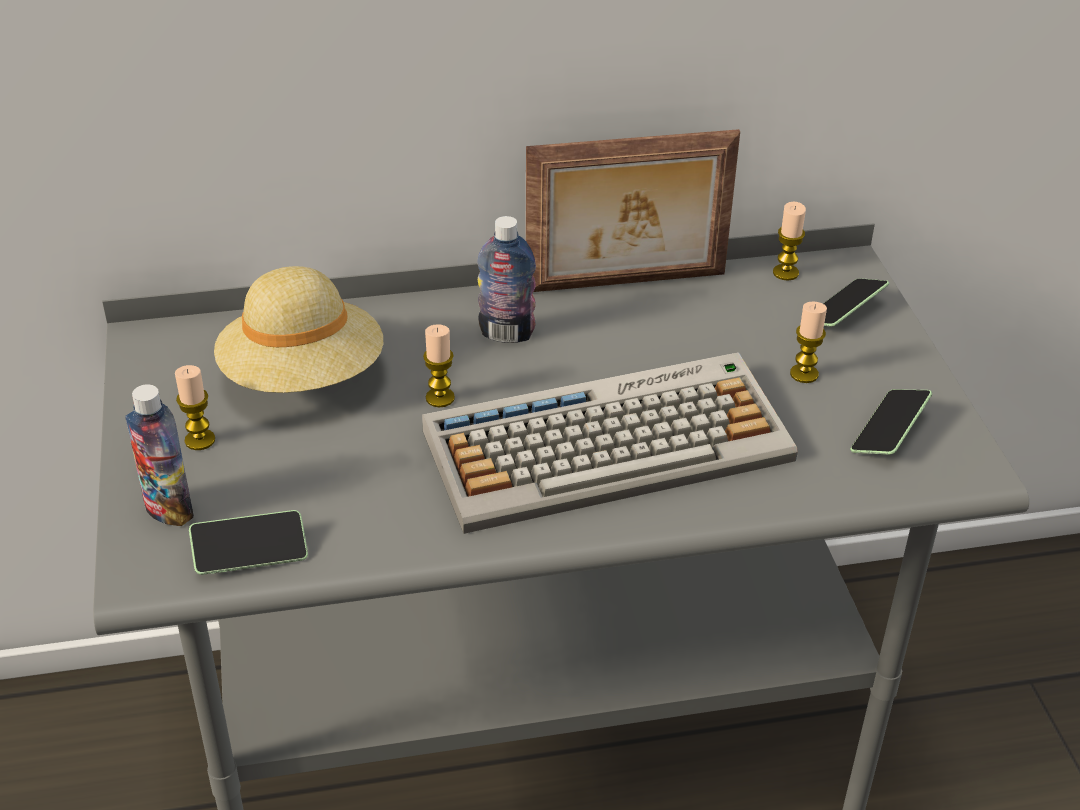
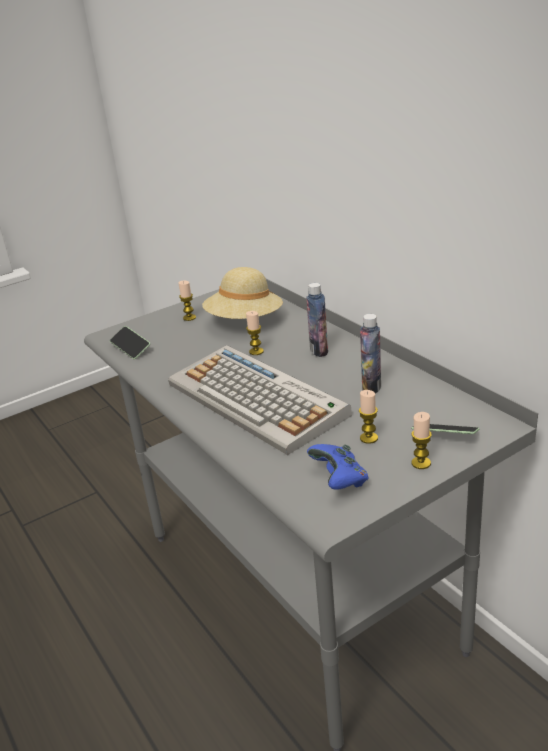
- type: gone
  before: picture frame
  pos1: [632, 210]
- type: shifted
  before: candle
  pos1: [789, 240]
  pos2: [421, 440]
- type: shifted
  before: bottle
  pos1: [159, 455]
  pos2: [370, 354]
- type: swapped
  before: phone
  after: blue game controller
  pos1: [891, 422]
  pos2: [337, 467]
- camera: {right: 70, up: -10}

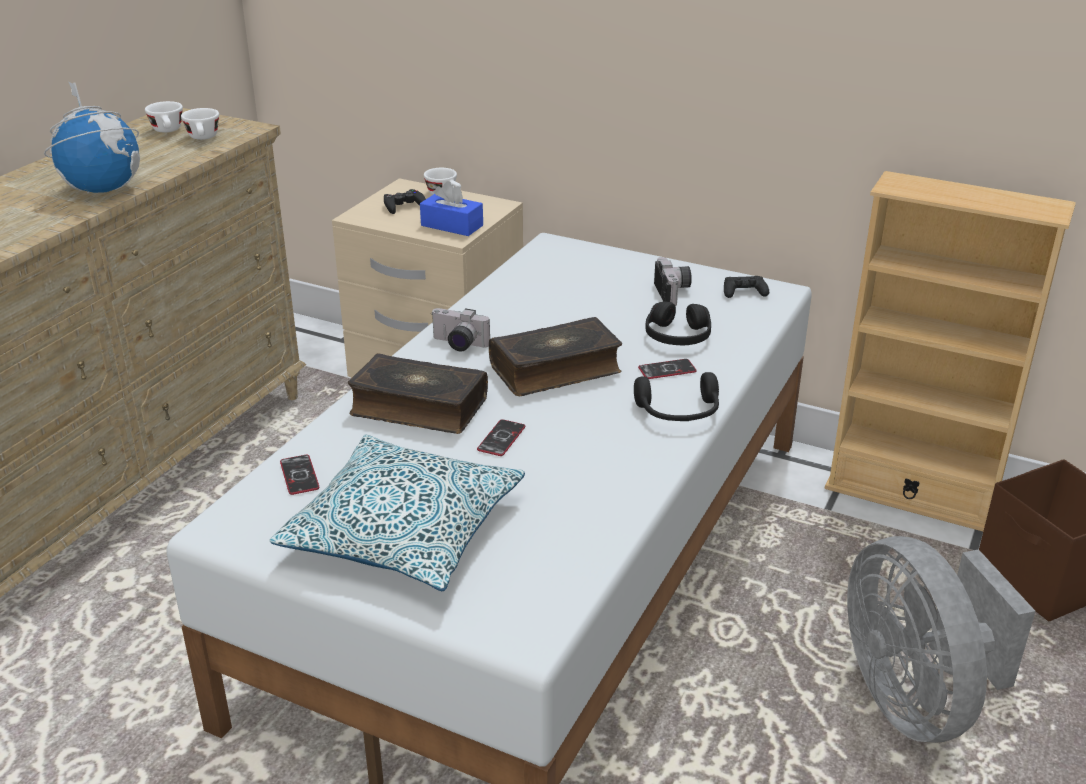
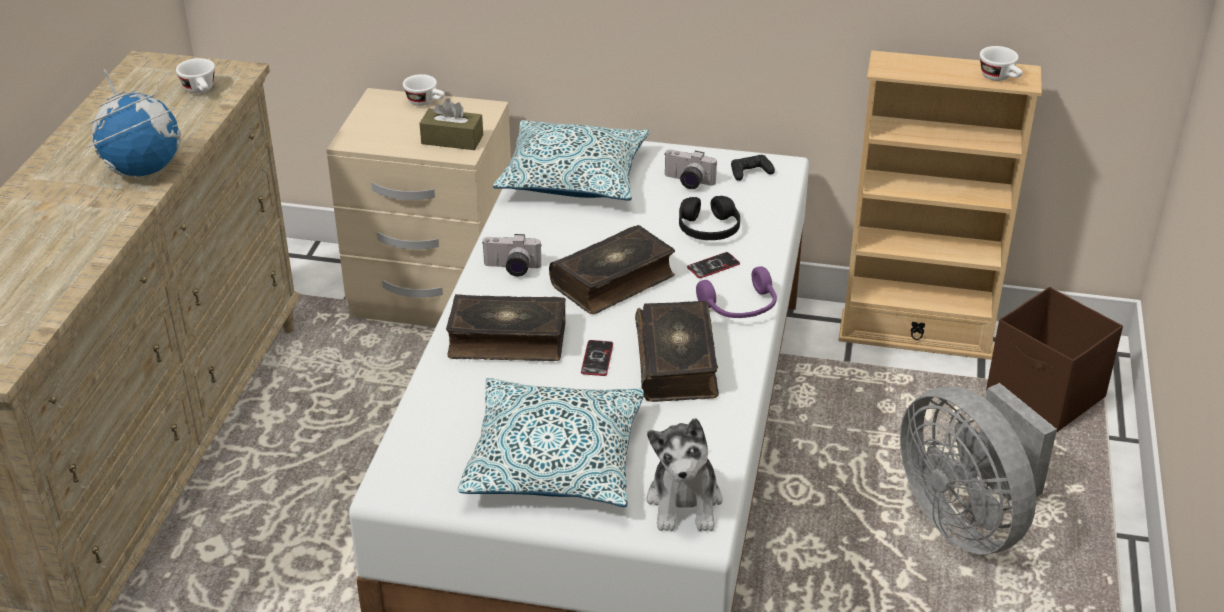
- type: shifted
  before: white cup
  pos1: [164, 116]
  pos2: [1001, 63]
- type: repainted
  before: blue tissue box
  after: brown tissue box
  pos1: [451, 208]
  pos2: [451, 124]
- type: gone
  before: black game controller
  pos1: [405, 201]
- type: rotated
  before: photo camera
  pos1: [673, 281]
  pos2: [691, 169]
  turn: 135
- type: repainted
  before: black headphones
  after: purple headphones
  pos1: [676, 396]
  pos2: [736, 292]
- type: gone
  before: phone
  pos1: [300, 475]
- type: new
  after: pillow
  pos2: [571, 160]
- type: new
  after: book
  pos2: [677, 351]
- type: new
  after: plush toy
  pos2: [685, 475]
- camera: {right: -15, up: 5}

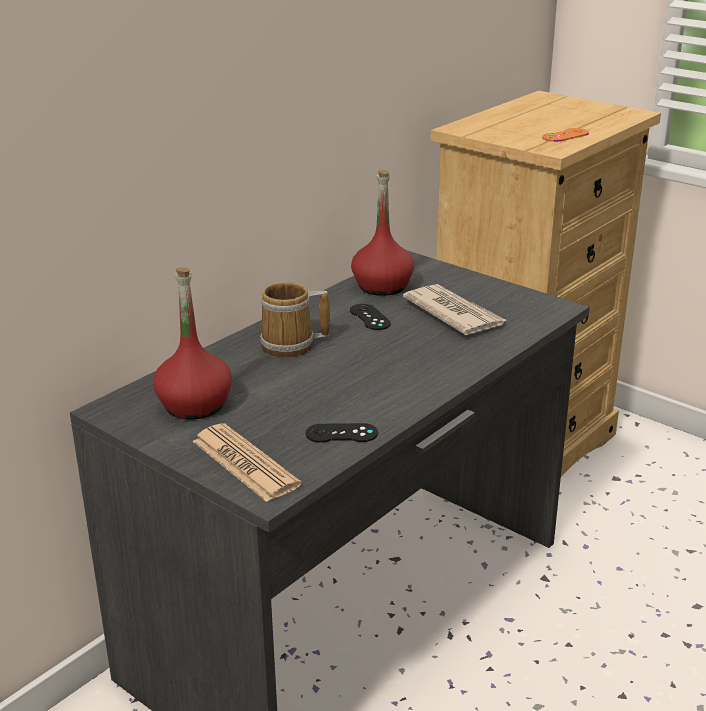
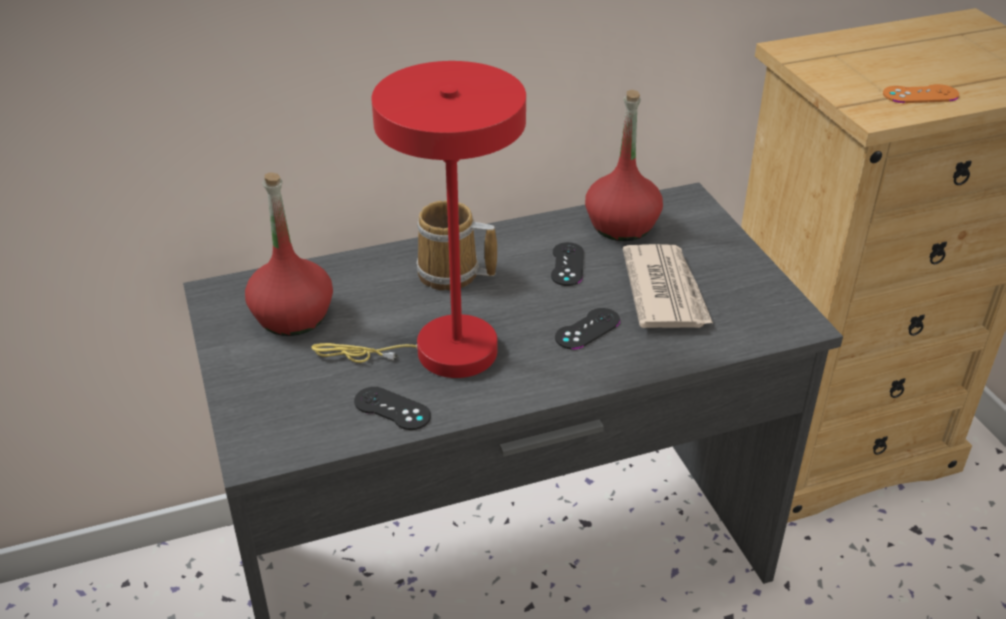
- type: gone
  before: newspaper
  pos1: [246, 462]
- type: new
  after: red table lamp
  pos2: [418, 219]
- type: new
  after: black game controller
  pos2: [587, 328]
- camera: {right: 30, up: 10}

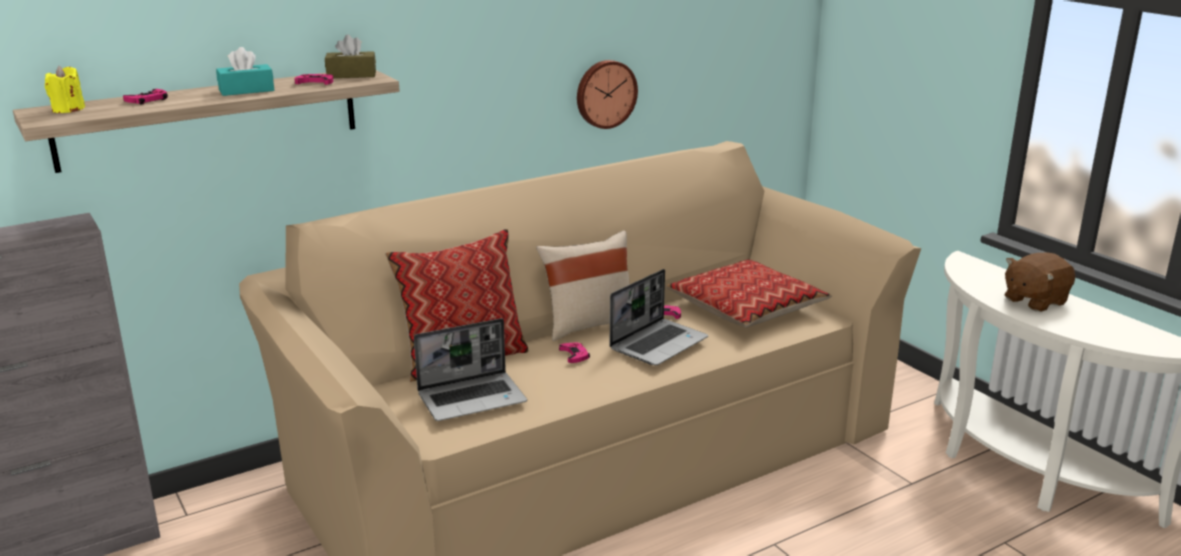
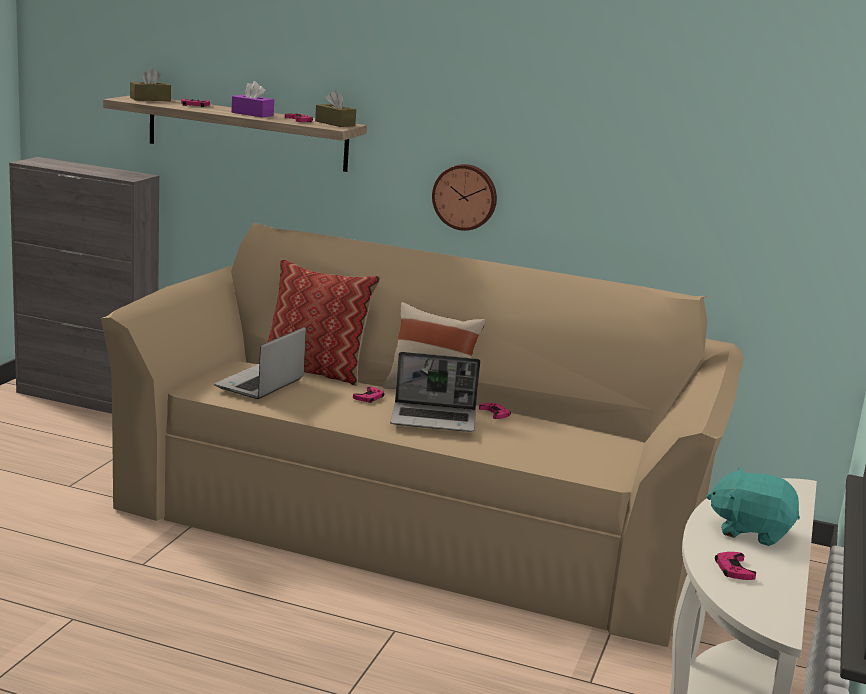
- type: repainted
  before: turquoise tissue box
  after: purple tissue box
  pos1: [245, 71]
  pos2: [252, 99]
- type: shifted
  before: wall clock
  pos1: [607, 94]
  pos2: [464, 197]
- type: swapped
  before: yellow candle
  after: brown tissue box
  pos1: [65, 89]
  pos2: [150, 84]
- type: repainted
  before: brown plush toy
  after: turquoise plush toy
  pos1: [1040, 282]
  pos2: [753, 506]
- type: gone
  before: pillow
  pos1: [749, 293]
- type: rotated
  before: laptop
  pos1: [470, 369]
  pos2: [260, 363]
  turn: 90
- type: new
  after: pink game controller
  pos2: [735, 566]
- camera: {right: 50, up: -5}

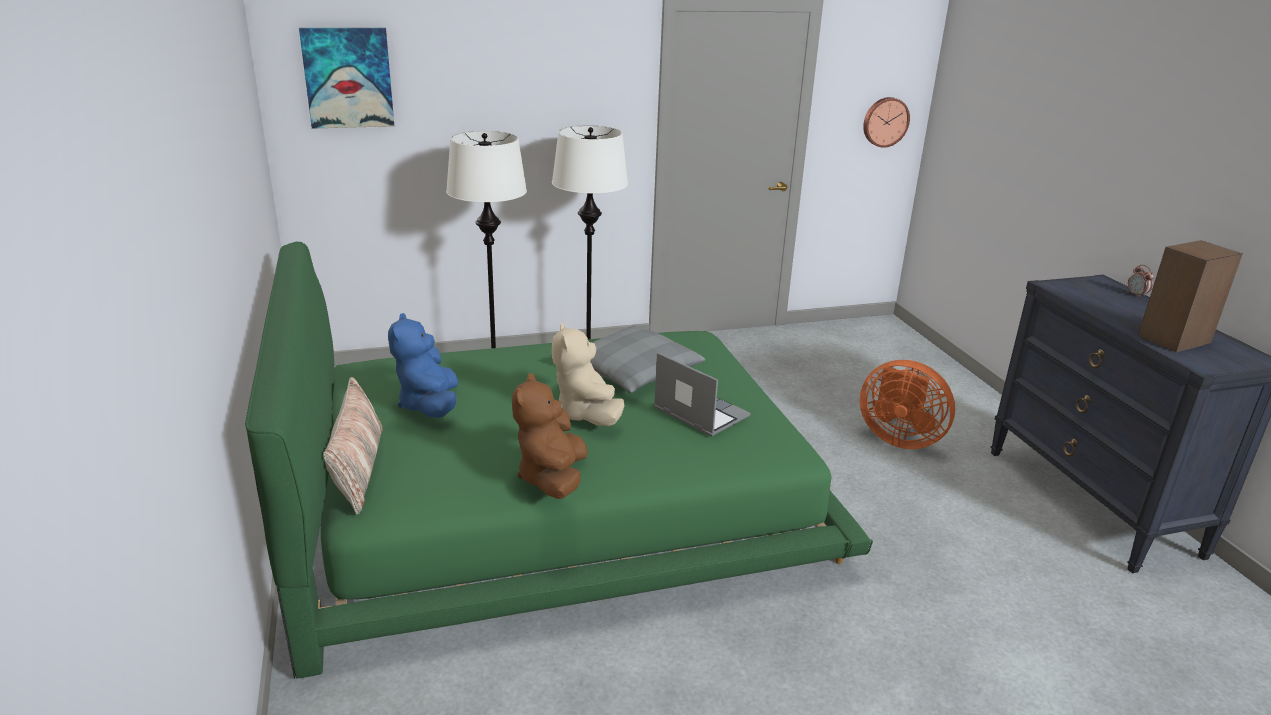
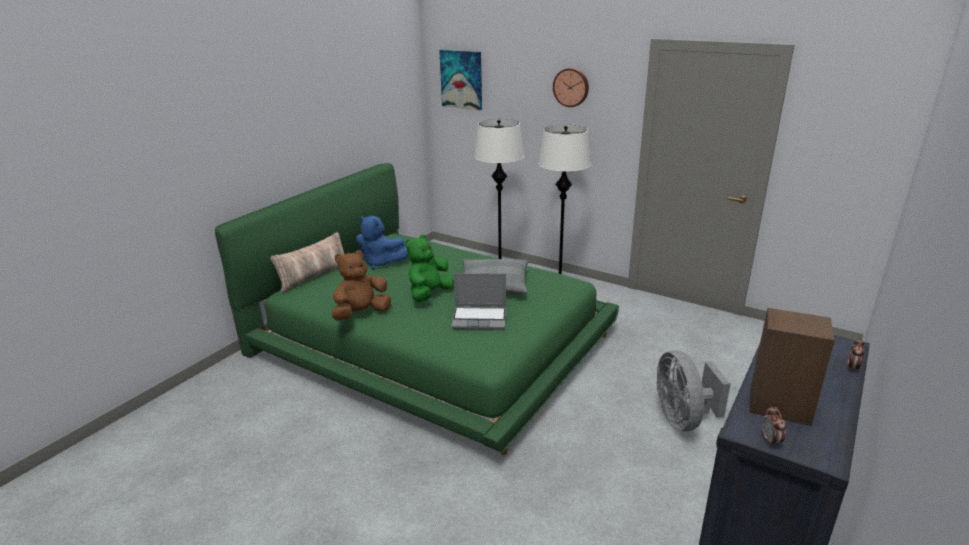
- type: shifted
  before: wall clock
  pos1: [886, 122]
  pos2: [571, 87]
- type: rotated
  before: blue plush toy
  pos1: [423, 365]
  pos2: [382, 242]
  turn: -105
- type: repainted
  before: beige plush toy
  after: green plush toy
  pos1: [588, 374]
  pos2: [429, 268]
- type: rotated
  before: laptop
  pos1: [702, 394]
  pos2: [478, 301]
  turn: 90
- type: repainted
  before: orange fan
  after: grey fan
  pos1: [907, 404]
  pos2: [693, 391]
- type: new
  after: alarm clock
  pos2: [774, 426]
- camera: {right: 50, up: 0}

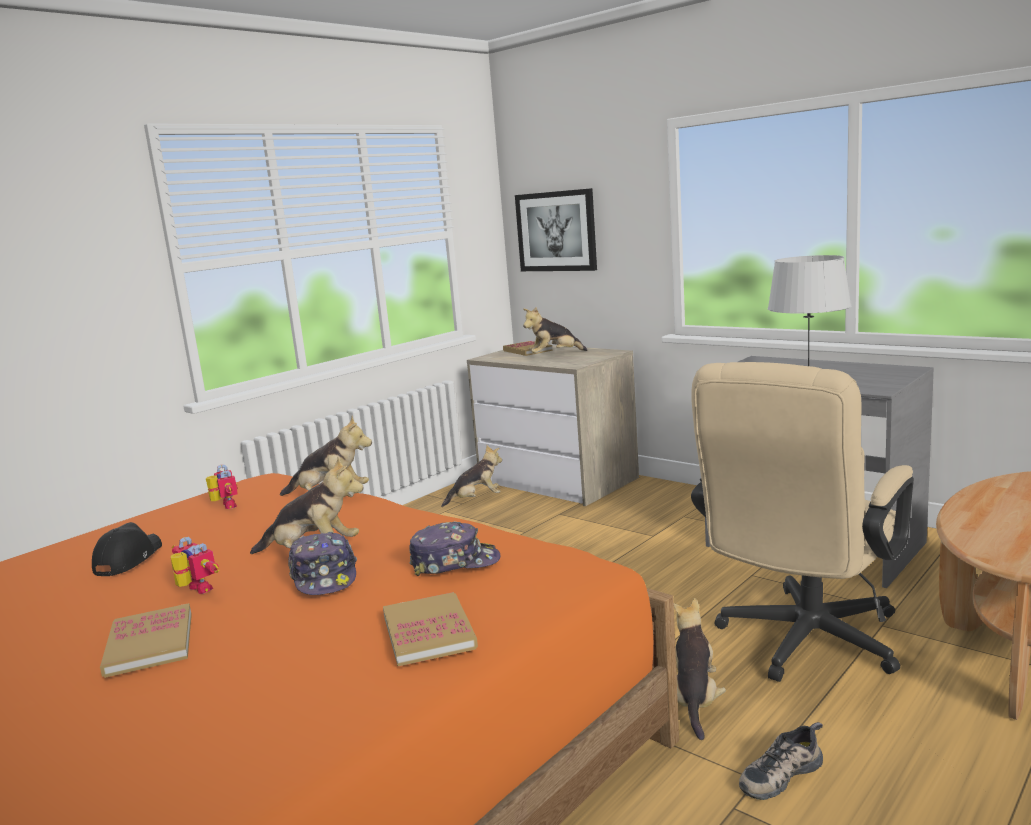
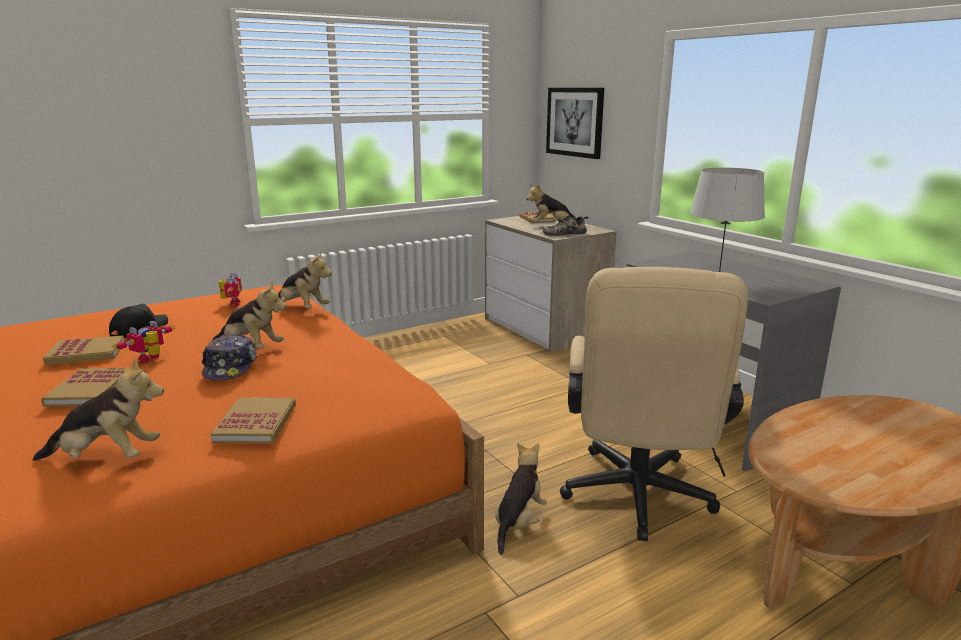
- type: rotated
  before: beige office chair
  pos1: [802, 522]
  pos2: [654, 404]
  turn: -45
- type: shifted
  before: plush toy
  pos1: [471, 476]
  pos2: [98, 409]
- type: gone
  before: cap
  pos1: [454, 549]
- type: rotated
  before: toy robot
  pos1: [195, 565]
  pos2: [143, 342]
  turn: -120
- type: shifted
  before: shoe
  pos1: [781, 761]
  pos2: [566, 225]
- type: new
  after: book
  pos2: [83, 350]
- camera: {right: 15, up: 5}

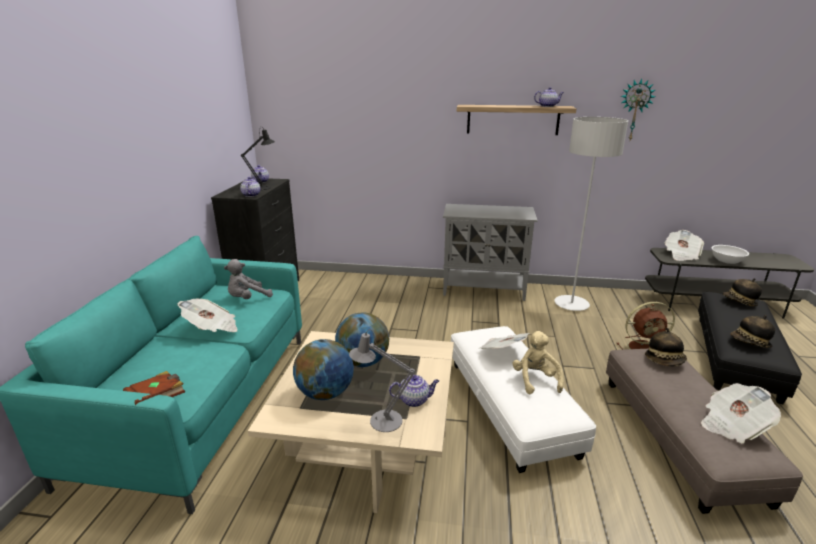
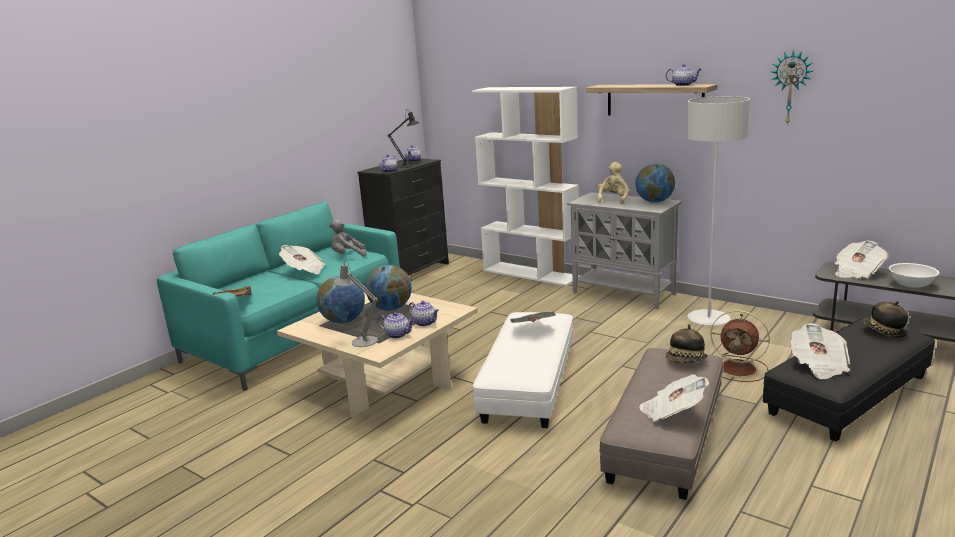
- type: swapped
  before: hat
  after: newspaper
  pos1: [752, 331]
  pos2: [820, 351]
- type: shifted
  before: beige plush toy
  pos1: [538, 362]
  pos2: [613, 183]
- type: new
  after: white bookcase
  pos2: [526, 186]
- type: new
  after: globe
  pos2: [655, 183]
- type: new
  after: teapot
  pos2: [423, 313]
- camera: {right: 30, up: -5}

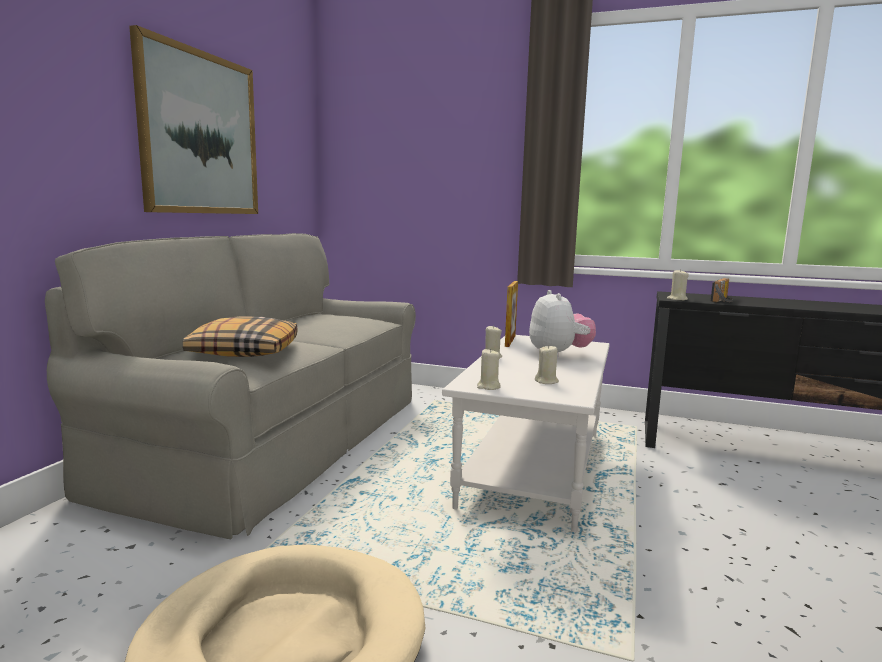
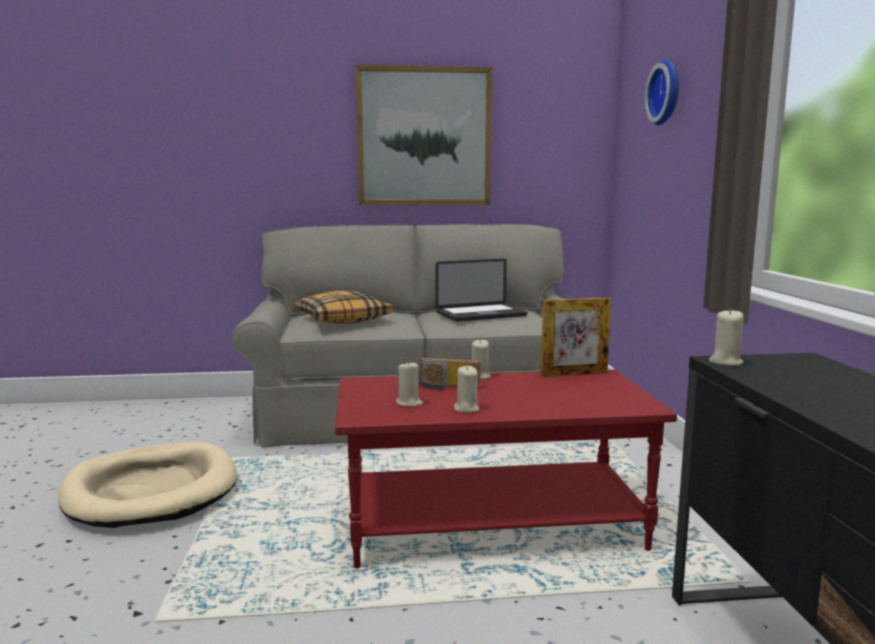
- type: shifted
  before: radio
  pos1: [722, 290]
  pos2: [448, 374]
- type: gone
  before: plush toy
  pos1: [562, 323]
- type: repainted
  before: white coffee table
  after: red coffee table
  pos1: [526, 433]
  pos2: [506, 469]
- type: shifted
  before: beige candle
  pos1: [489, 369]
  pos2: [466, 389]
- type: new
  after: wall clock
  pos2: [662, 92]
- type: new
  after: laptop
  pos2: [481, 290]
- camera: {right: 65, up: 0}

